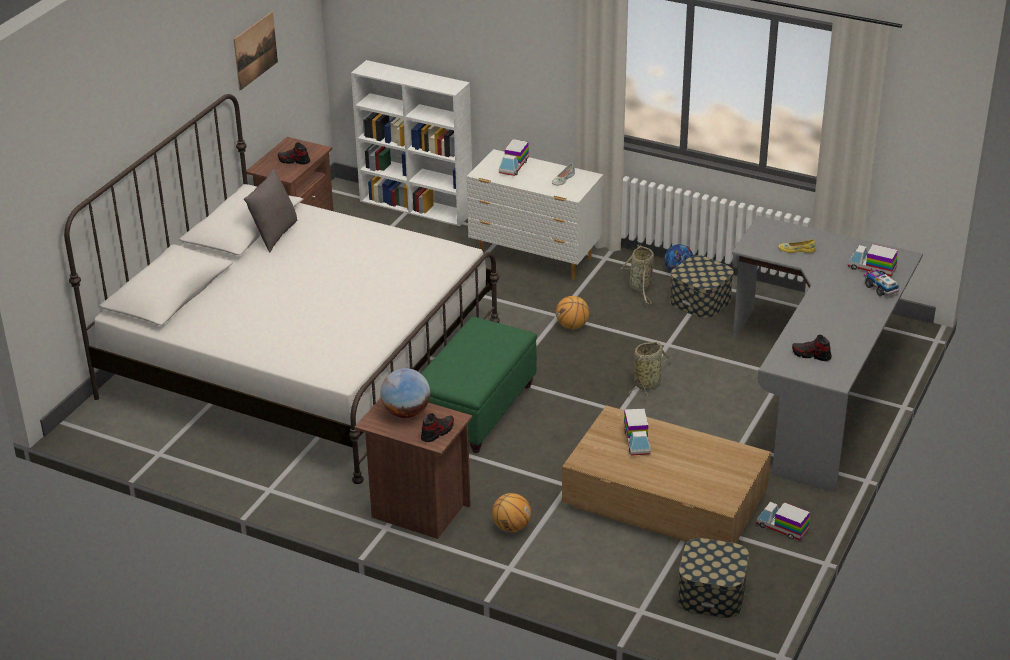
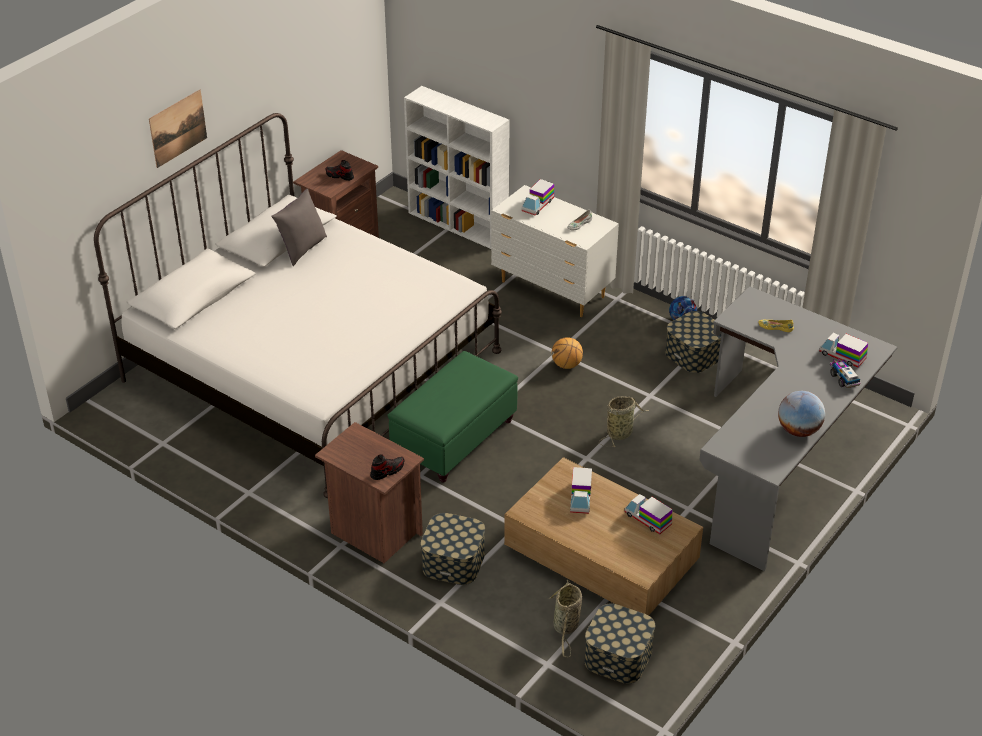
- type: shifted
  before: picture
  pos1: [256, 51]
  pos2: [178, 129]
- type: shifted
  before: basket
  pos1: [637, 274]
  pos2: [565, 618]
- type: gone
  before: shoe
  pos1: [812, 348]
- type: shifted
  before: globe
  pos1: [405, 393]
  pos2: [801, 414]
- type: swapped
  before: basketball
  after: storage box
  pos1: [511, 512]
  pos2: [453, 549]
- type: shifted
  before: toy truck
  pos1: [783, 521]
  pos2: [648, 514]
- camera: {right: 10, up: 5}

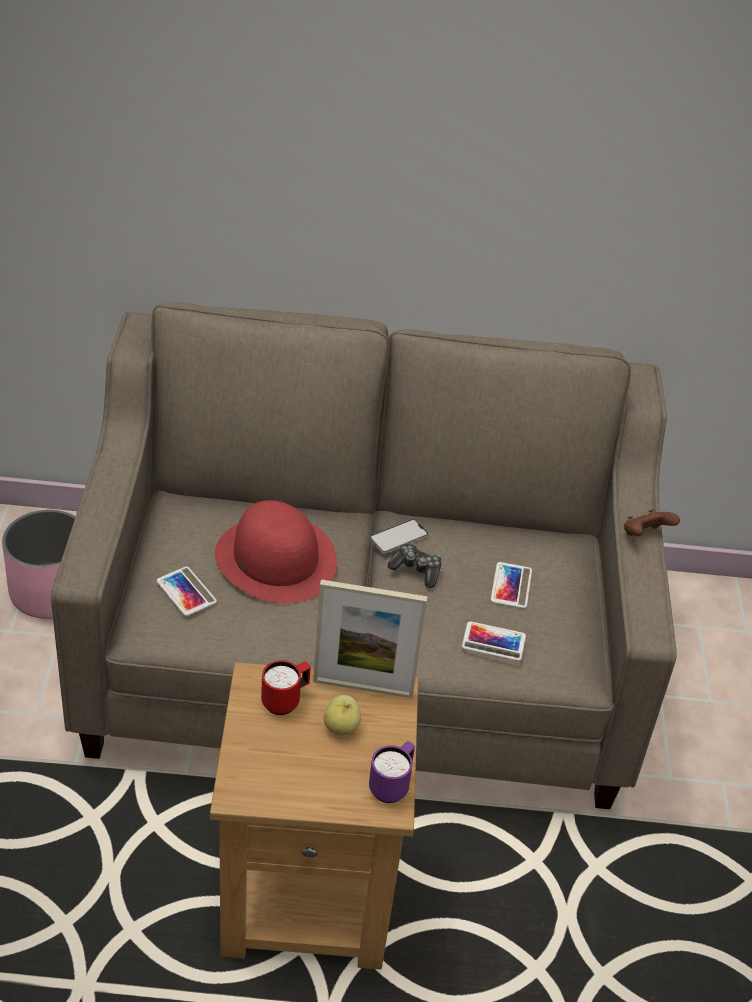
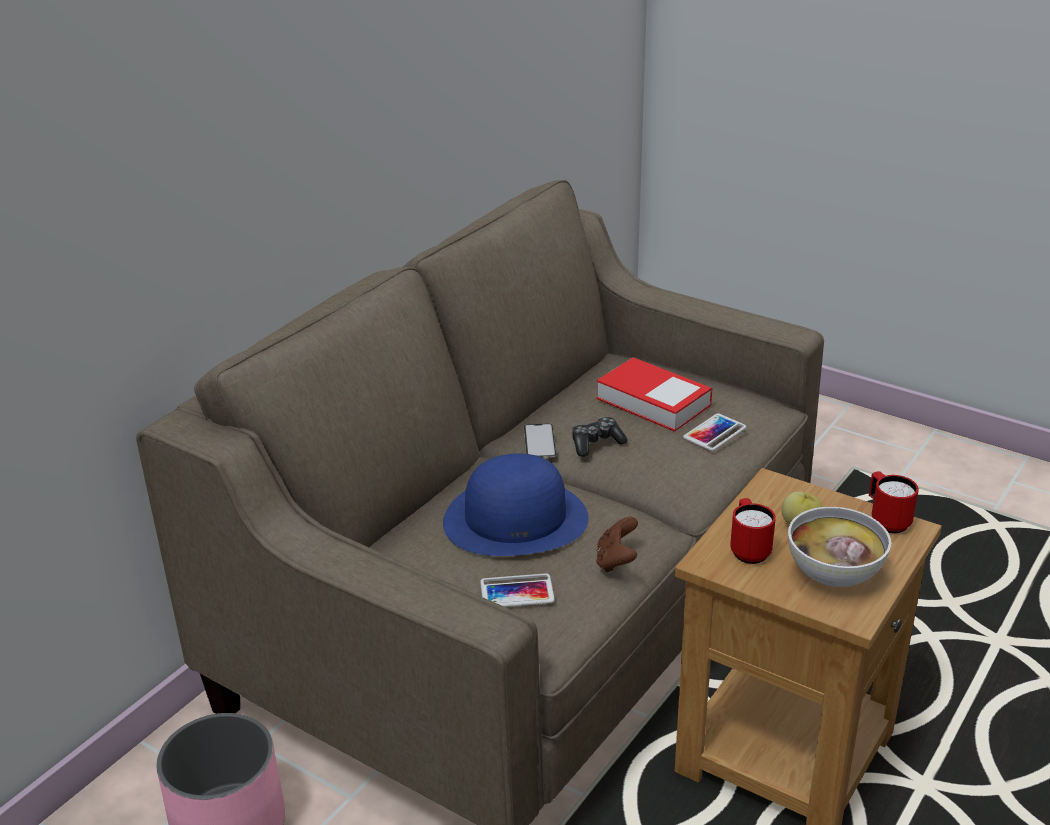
- type: repainted
  before: red hat
  after: blue hat
  pos1: [276, 551]
  pos2: [515, 504]
- type: shifted
  before: brown game controller
  pos1: [652, 522]
  pos2: [617, 544]
- type: swapped
  before: phone
  after: book
  pos1: [511, 585]
  pos2: [654, 394]
- type: gone
  before: picture frame
  pos1: [370, 639]
- type: repainted
  before: purple mug
  after: red mug
  pos1: [392, 772]
  pos2: [894, 502]
- type: new
  after: bowl
  pos2: [839, 547]
- camera: {right: -55, up: -10}

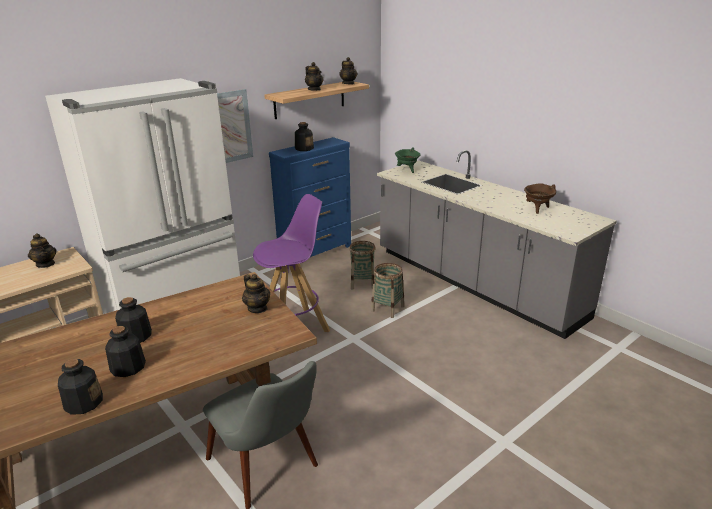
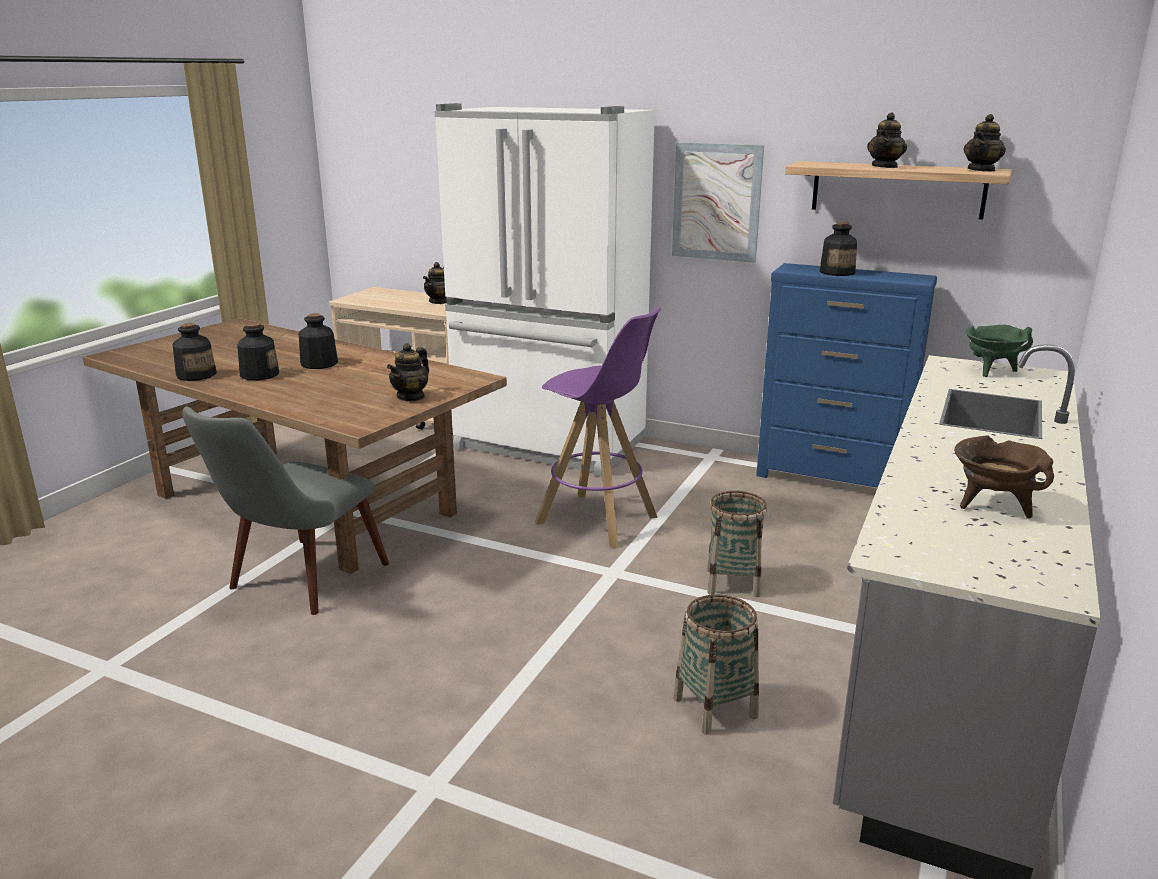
- type: shifted
  before: basket
  pos1: [362, 265]
  pos2: [716, 664]
- camera: {right: 65, up: -5}

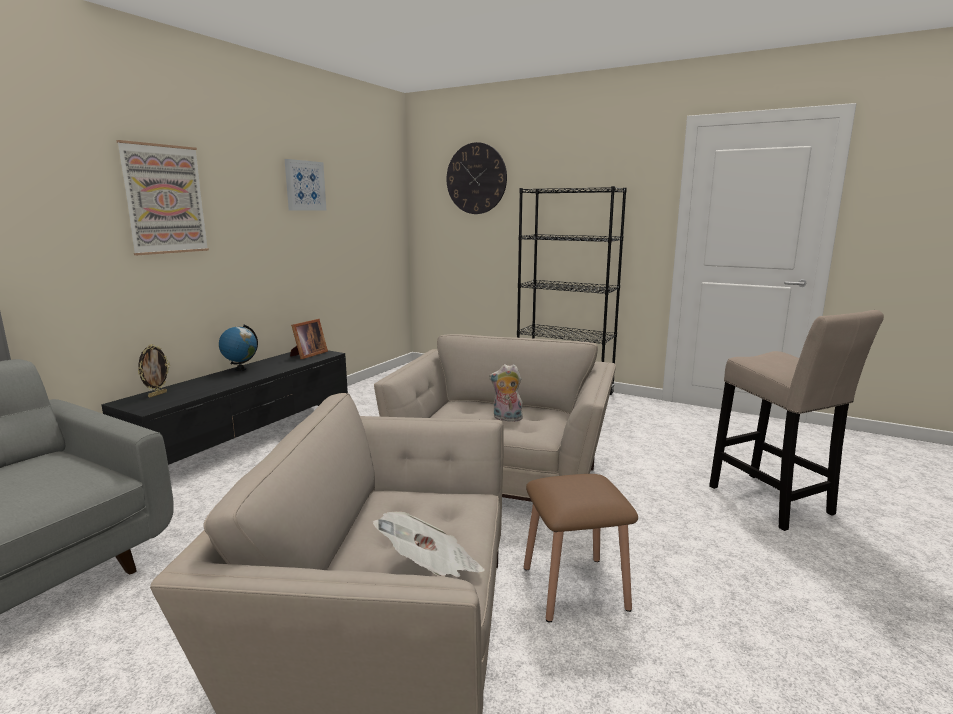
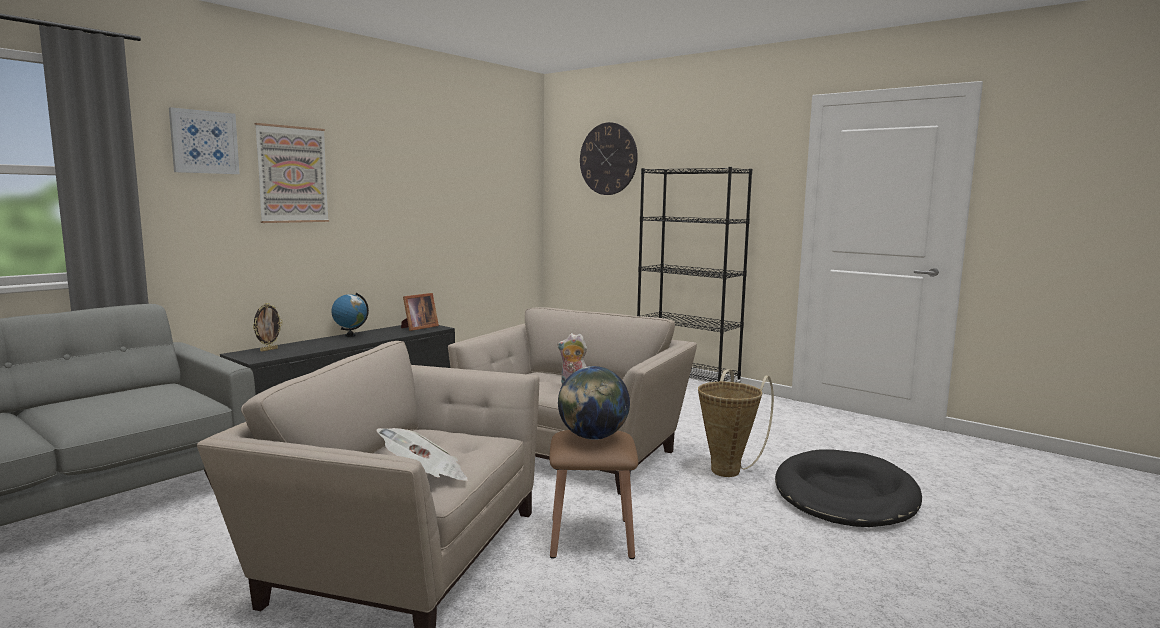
- type: shifted
  before: picture
  pos1: [305, 185]
  pos2: [204, 140]
- type: swapped
  before: beige stool
  after: black dog bed
  pos1: [796, 420]
  pos2: [848, 488]
- type: new
  after: globe
  pos2: [594, 403]
- type: new
  after: basket
  pos2: [736, 423]
- camera: {right: 10, up: -5}

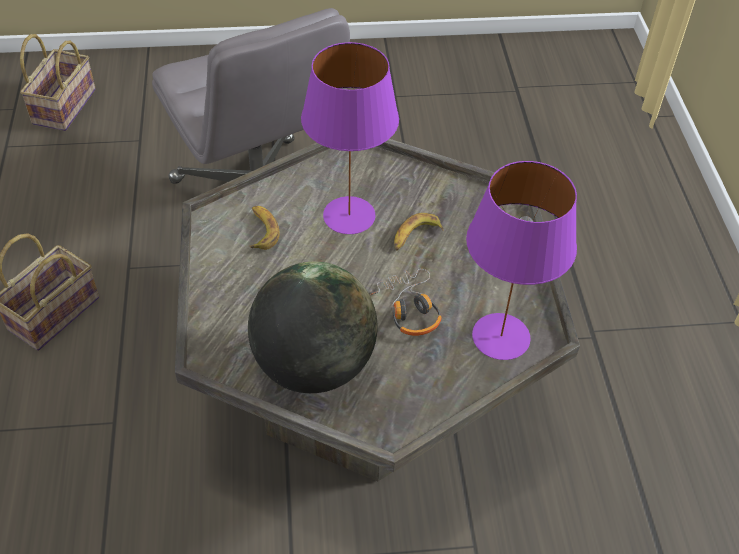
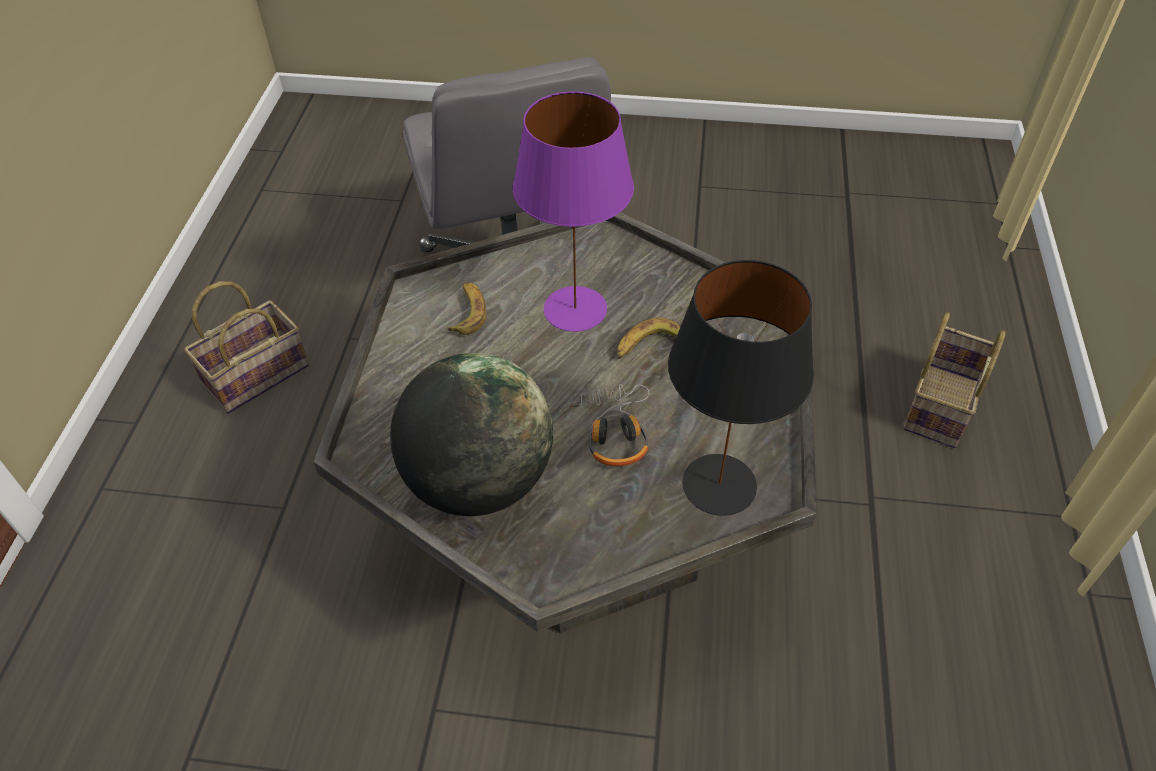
- type: shifted
  before: basket
  pos1: [58, 82]
  pos2: [954, 380]
- type: repainted
  before: purple table lamp
  after: black table lamp
  pos1: [521, 260]
  pos2: [741, 388]
- camera: {right: 15, up: 0}

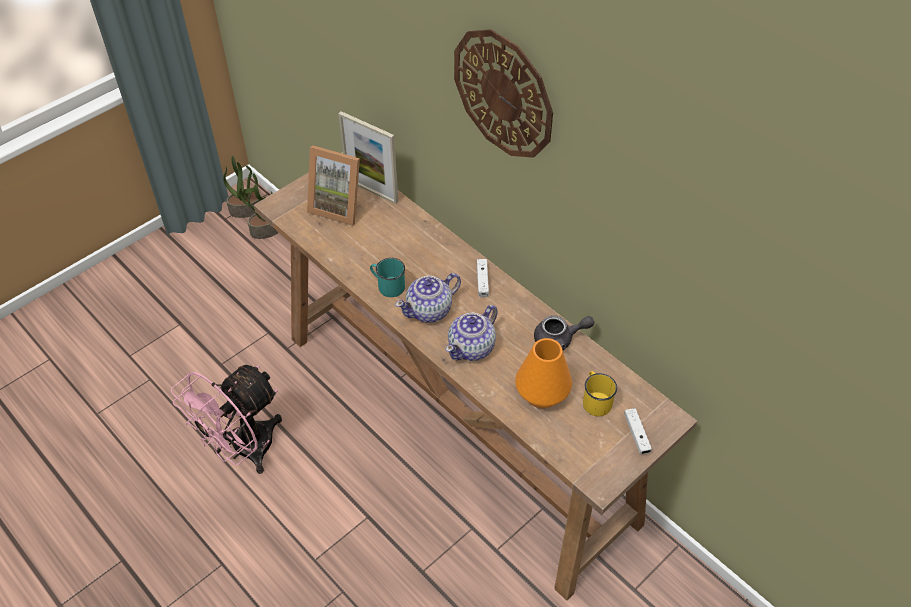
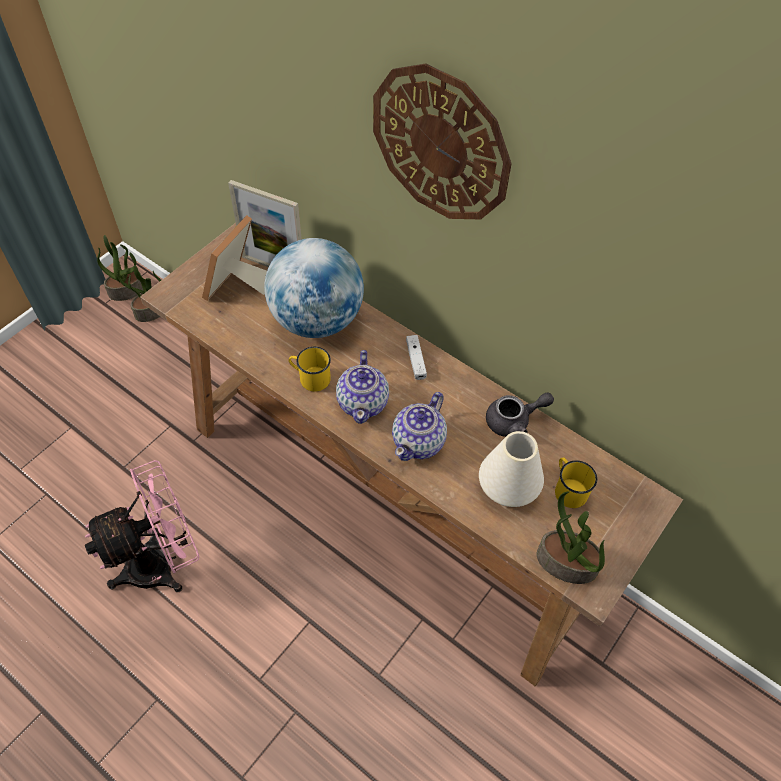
- type: rotated
  before: picture frame
  pos1: [333, 186]
  pos2: [234, 258]
  turn: 105
- type: repainted
  before: turquoise mug
  after: yellow mug
  pos1: [387, 277]
  pos2: [309, 369]
- type: rotated
  before: teapot
  pos1: [428, 298]
  pos2: [362, 387]
  turn: -45
- type: repainted
  before: orange vase
  after: white vase
  pos1: [543, 373]
  pos2: [511, 469]
- type: rotated
  before: pink fan
  pos1: [226, 419]
  pos2: [142, 526]
  turn: -150
- type: gone
  before: white game controller
  pos1: [638, 431]
- type: new
  after: globe
  pos2: [314, 288]
- type: new
  after: potted plant
  pos2: [570, 537]
- camera: {right: -10, up: 5}

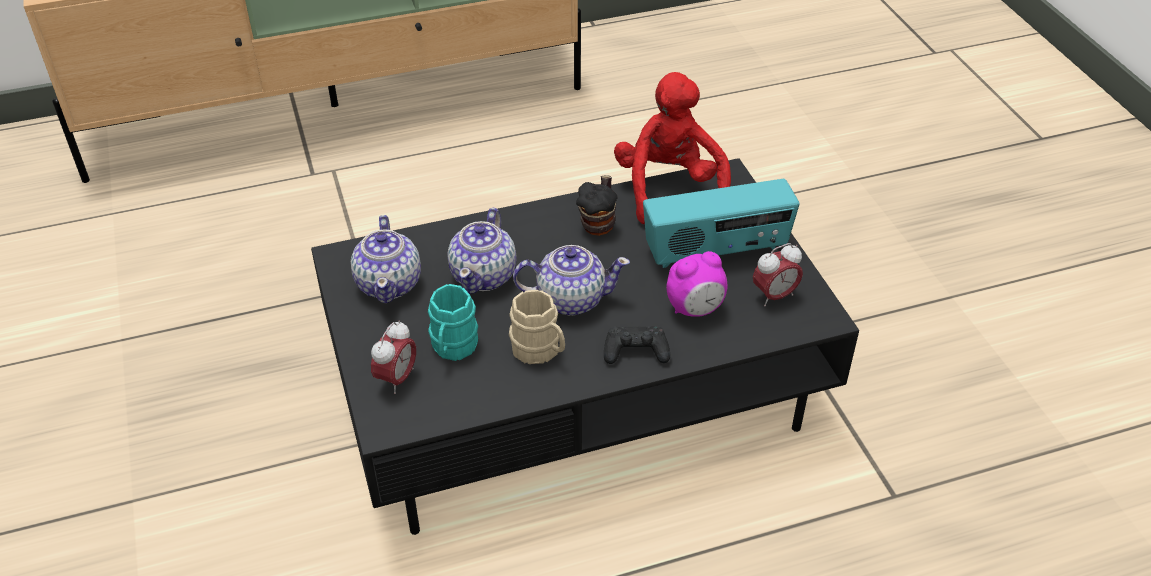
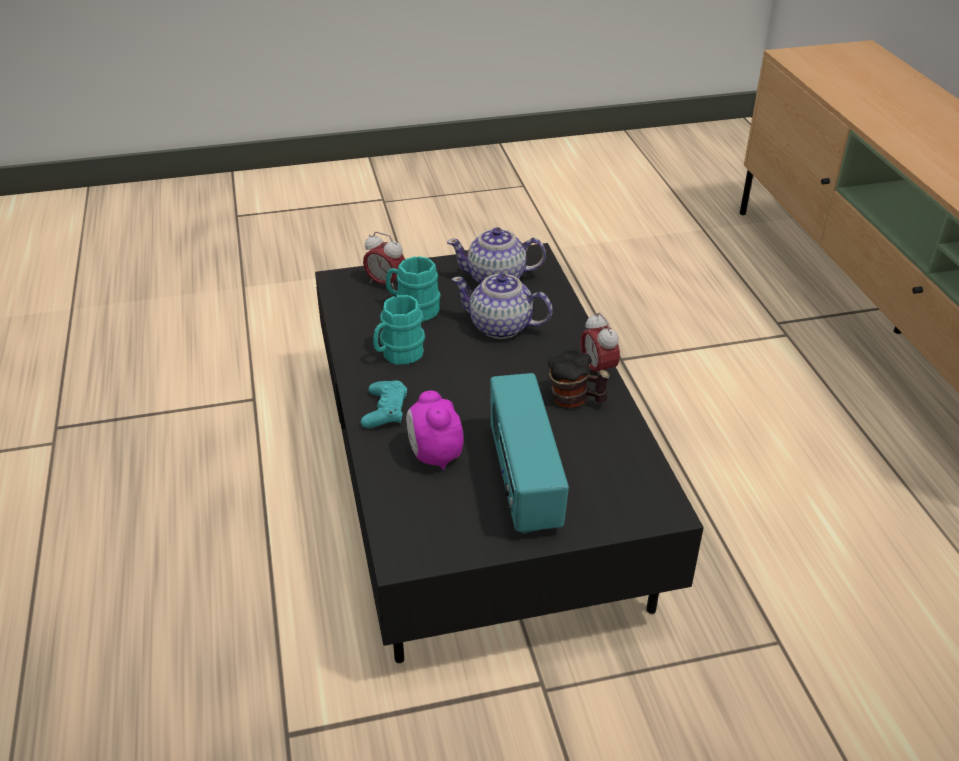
- type: gone
  before: red plush toy
  pos1: [672, 148]
- type: shifted
  before: alarm clock
  pos1: [778, 274]
  pos2: [600, 344]
- type: gone
  before: teapot
  pos1: [571, 280]
- type: repainted
  before: beige mug
  after: turquoise mug
  pos1: [537, 327]
  pos2: [399, 330]
- type: repainted
  before: black game controller
  after: turquoise game controller
  pos1: [637, 345]
  pos2: [384, 404]
- camera: {right: 95, up: -5}

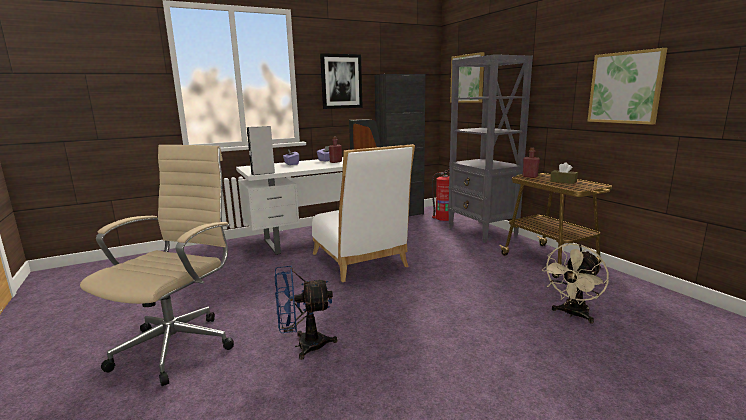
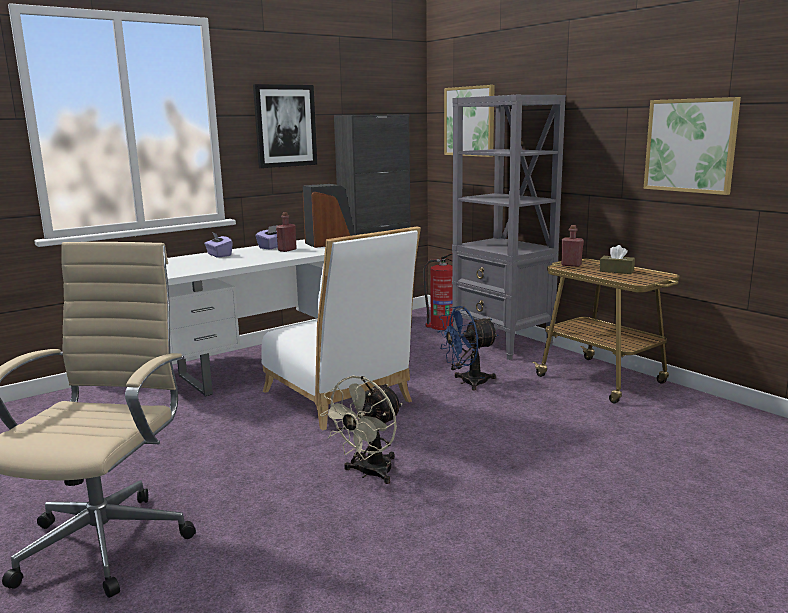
- type: gone
  before: grey speaker
  pos1: [261, 150]
- type: shifted
  before: beige fan
  pos1: [575, 283]
  pos2: [361, 430]
- type: shifted
  before: blue fan
  pos1: [306, 313]
  pos2: [468, 348]
- camera: {right: -10, up: 0}

